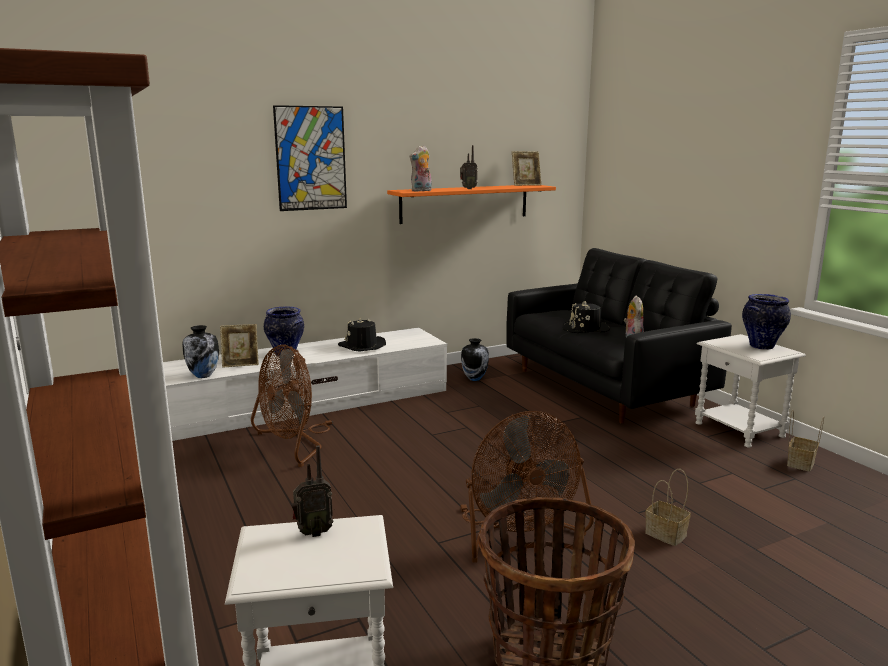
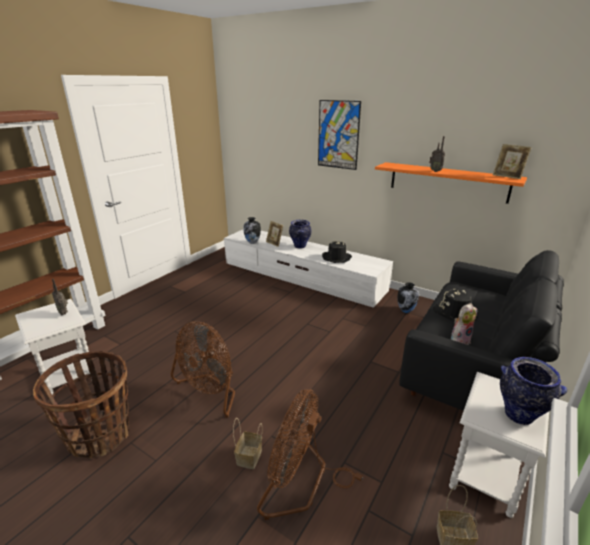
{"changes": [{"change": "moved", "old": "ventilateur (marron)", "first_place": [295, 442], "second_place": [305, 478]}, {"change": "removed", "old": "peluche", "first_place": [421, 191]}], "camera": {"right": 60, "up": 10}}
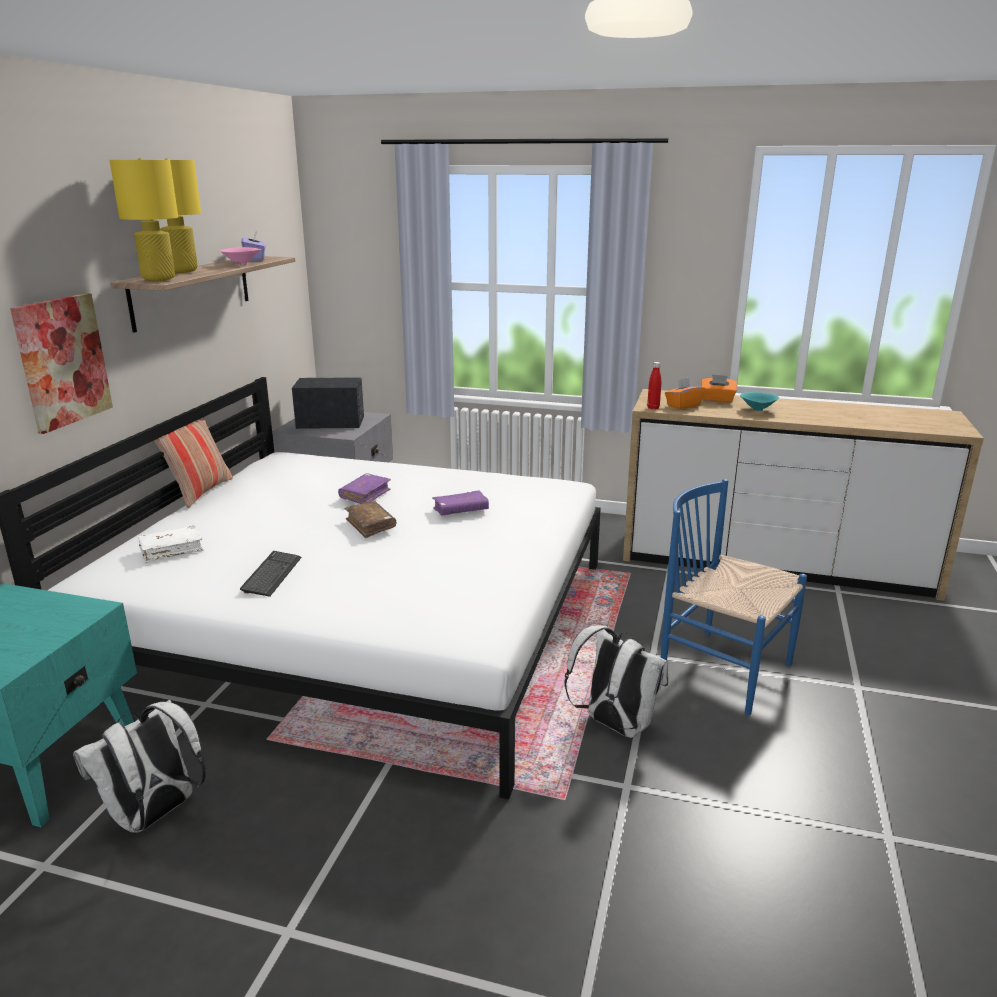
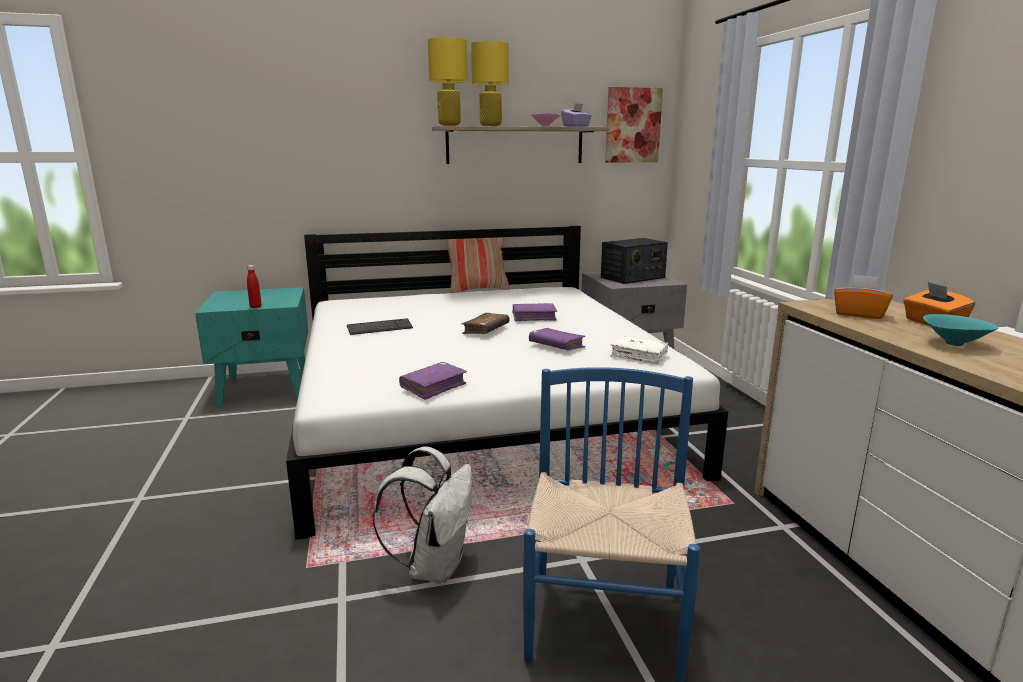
{"changes": [{"change": "moved", "old": "bouteille (rouge)", "first_place": [653, 408], "second_place": [255, 307]}, {"change": "added", "new": "livre (violet)", "second_place": [433, 387]}, {"change": "turned", "old": "radio", "first_place": [331, 422], "second_place": [632, 277], "degrees": 90}, {"change": "moved", "old": "tableau", "first_place": [62, 361], "second_place": [633, 125]}, {"change": "moved", "old": "livre (blanc)", "first_place": [171, 550], "second_place": [638, 356]}, {"change": "removed", "old": "sac à dos (blanc)", "first_place": [154, 815]}], "camera": {"right": 60, "up": -5}}
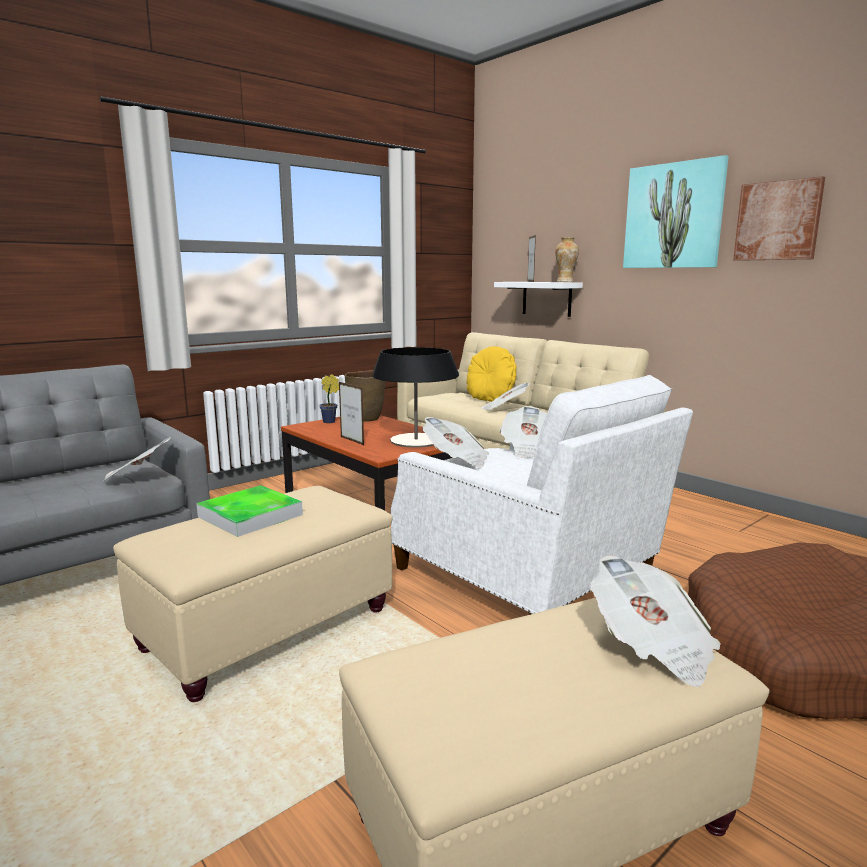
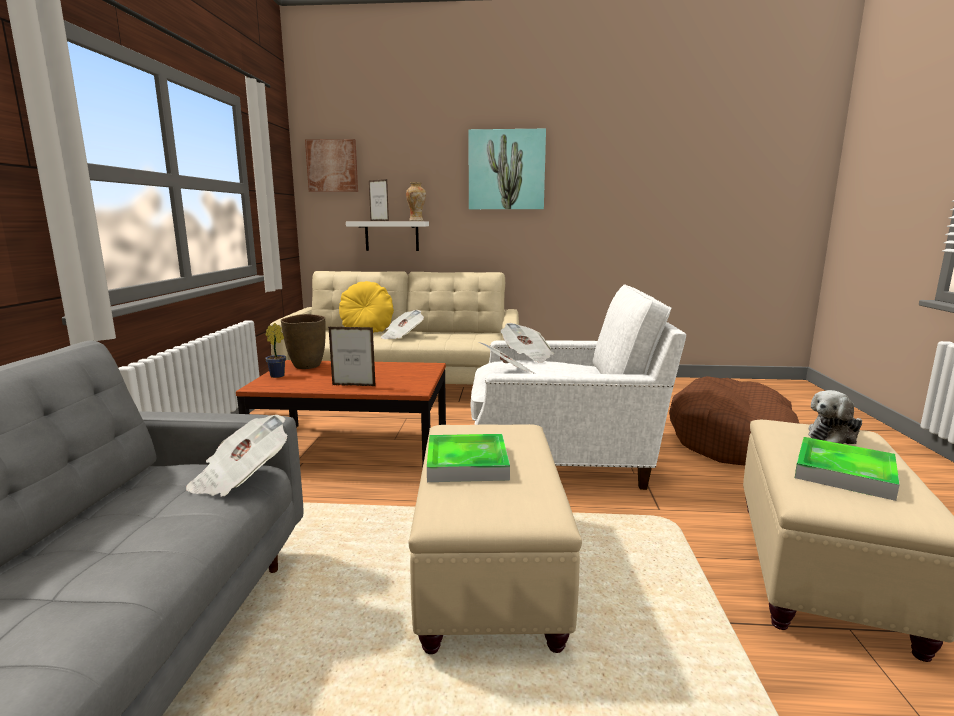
{"changes": [{"change": "moved", "old": "tableau", "first_place": [778, 221], "second_place": [332, 166]}, {"change": "added", "new": "plateau", "second_place": [844, 473]}, {"change": "replaced", "old": "journal", "new": "peluche", "first_place": [652, 647], "second_place": [834, 436]}, {"change": "removed", "old": "lampe de table", "first_place": [416, 440]}], "camera": {"right": -45, "up": 0}}
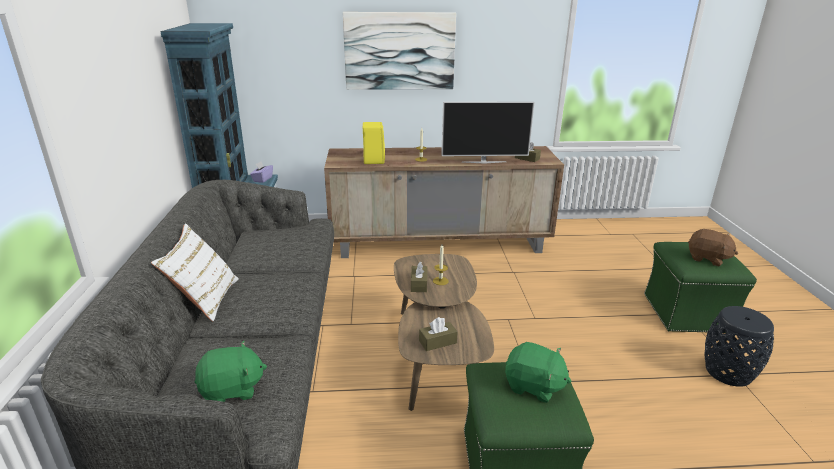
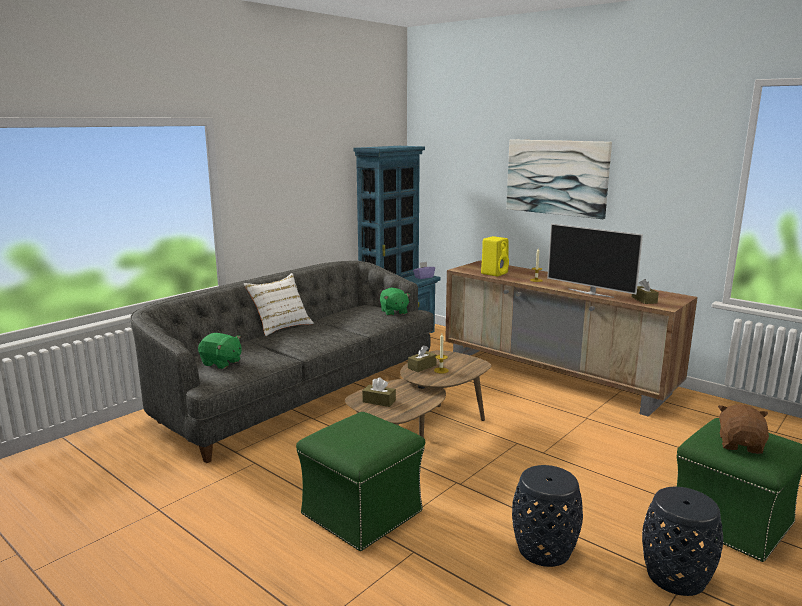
{"changes": [{"change": "moved", "old": "peluche (vert)", "first_place": [533, 386], "second_place": [393, 312]}, {"change": "added", "new": "tabouret (noir)", "second_place": [544, 550]}, {"change": "turned", "old": "peluche (marron)", "first_place": [707, 258], "second_place": [740, 445], "degrees": -150}], "camera": {"right": 45, "up": -10}}
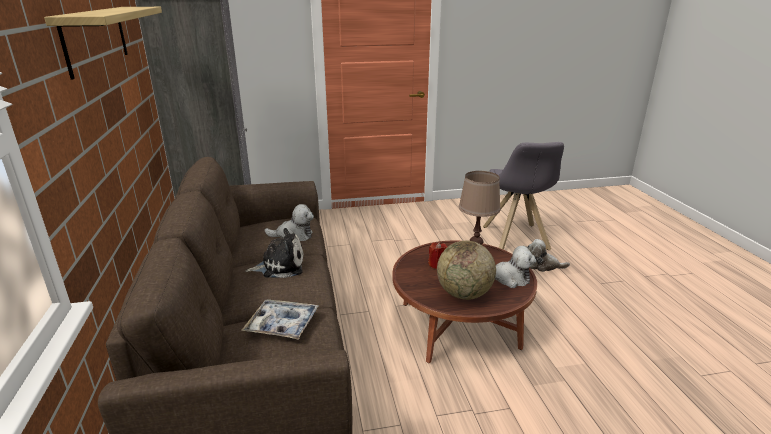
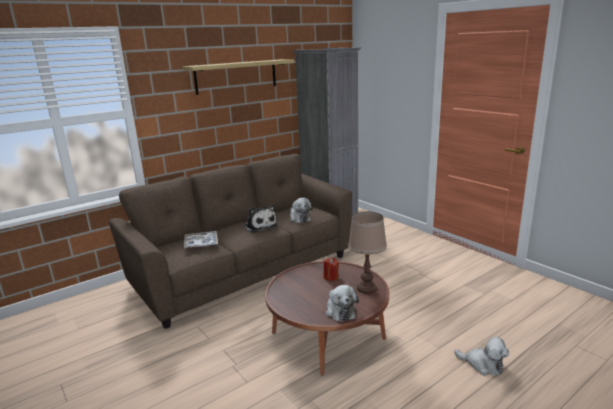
{"changes": [{"change": "turned", "old": "peluche", "first_place": [543, 266], "second_place": [483, 364], "degrees": 135}, {"change": "removed", "old": "globe", "first_place": [464, 294]}, {"change": "removed", "old": "chaise (gris)", "first_place": [516, 238]}], "camera": {"right": 65, "up": -5}}
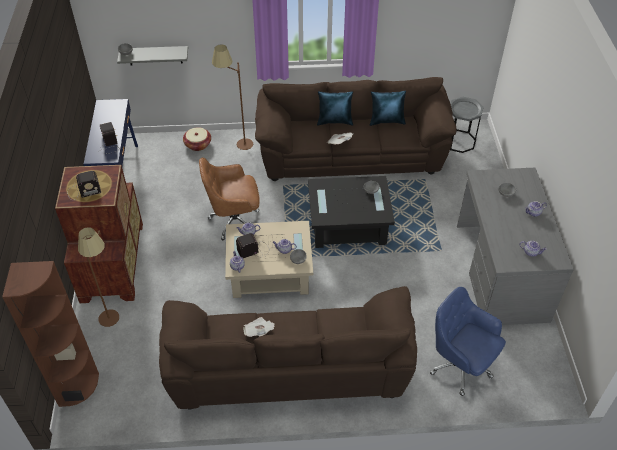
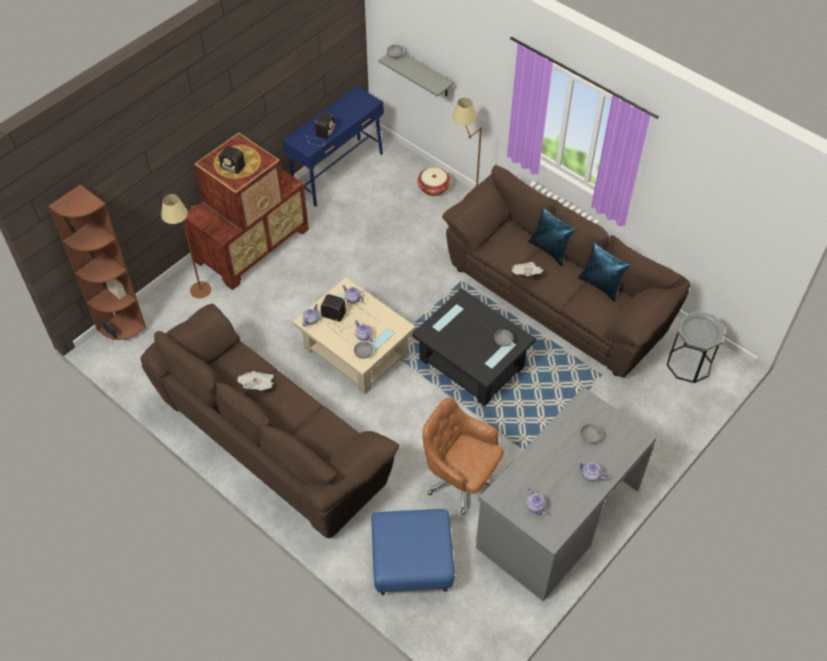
{"changes": [{"change": "replaced", "old": "chaise de bureau (bleu)", "new": "pouf (bleu)", "first_place": [461, 366], "second_place": [412, 563]}, {"change": "moved", "old": "chaise de bureau (marron)", "first_place": [234, 220], "second_place": [461, 481]}], "camera": {"right": 45, "up": 5}}
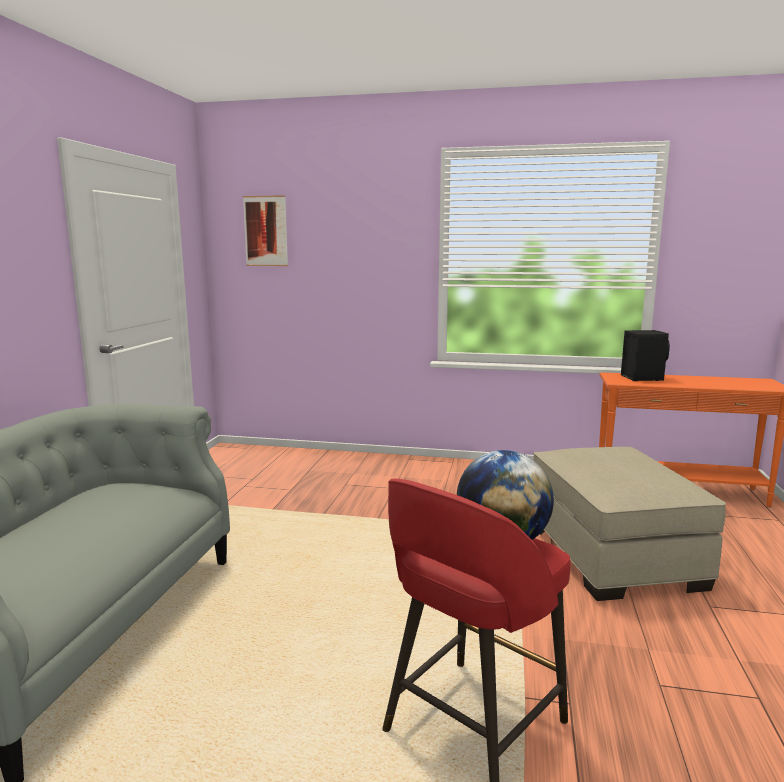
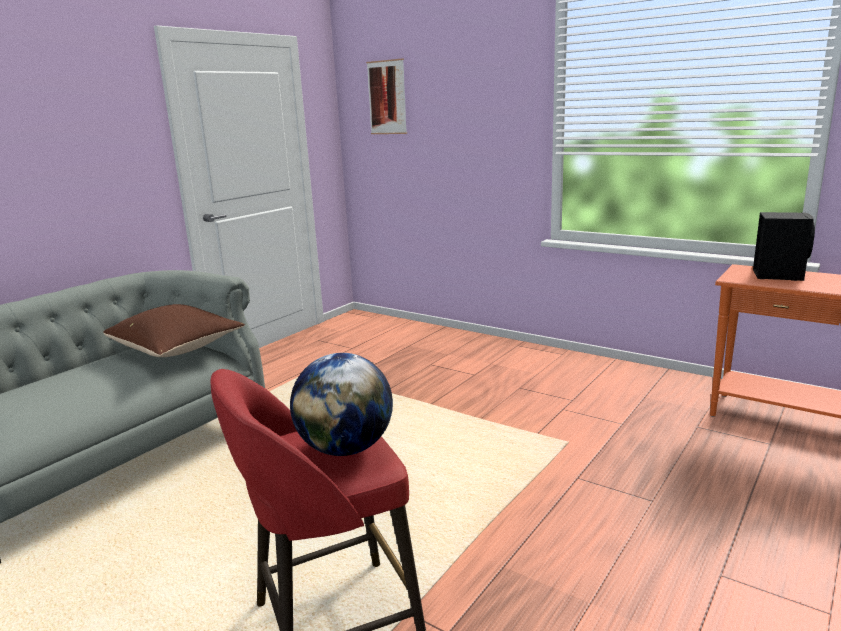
{"changes": [{"change": "added", "new": "coussin (marron)", "second_place": [178, 350]}, {"change": "removed", "old": "pouf (beige)", "first_place": [613, 555]}], "camera": {"right": 25, "up": 5}}
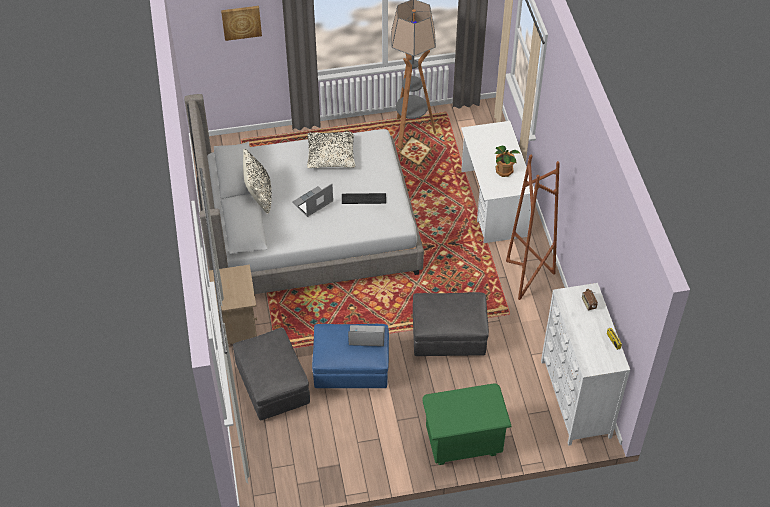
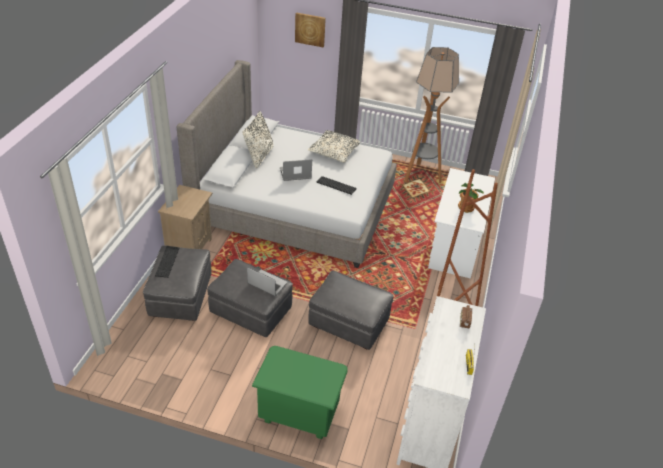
{"changes": [{"change": "added", "new": "clavier", "second_place": [166, 261]}, {"change": "recoloured", "old": "pouf (bleu)", "new": "pouf (gris)", "first_place": [351, 369], "second_place": [251, 312]}], "camera": {"right": 25, "up": -10}}
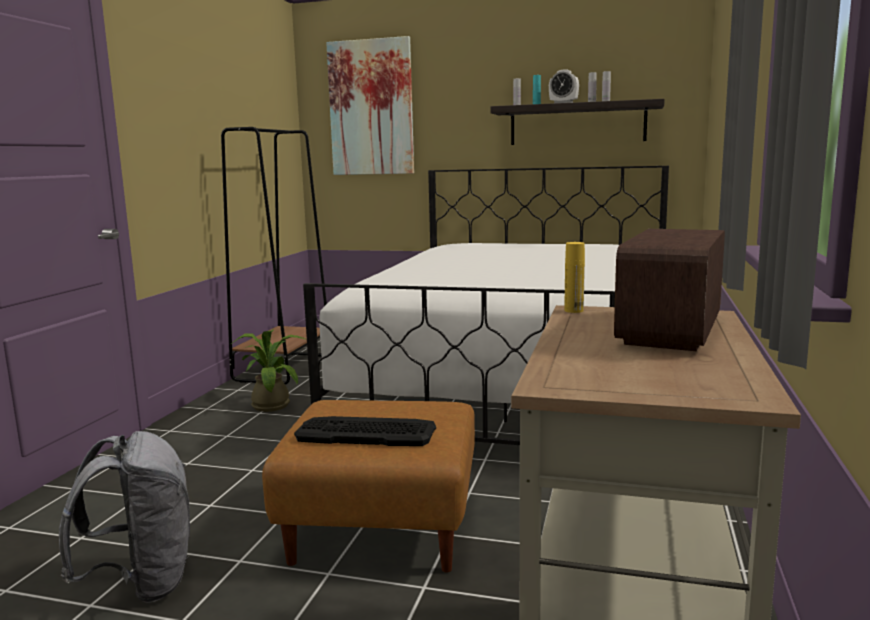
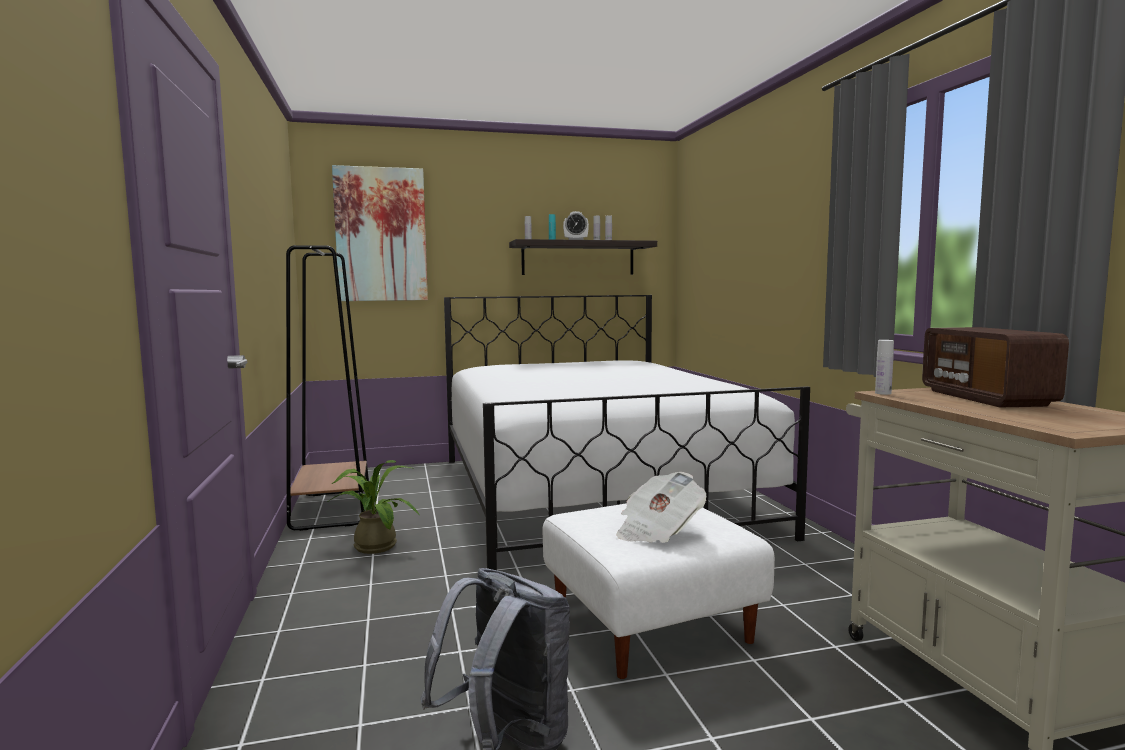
{"changes": [{"change": "recoloured", "old": "pouf (marron)", "new": "pouf (blanc)", "first_place": [380, 527], "second_place": [649, 625]}, {"change": "replaced", "old": "clavier", "new": "journal", "first_place": [366, 432], "second_place": [658, 531]}, {"change": "recoloured", "old": "bouteille (jaune)", "new": "bouteille (blanc)", "first_place": [574, 310], "second_place": [883, 393]}], "camera": {"right": -30, "up": -5}}
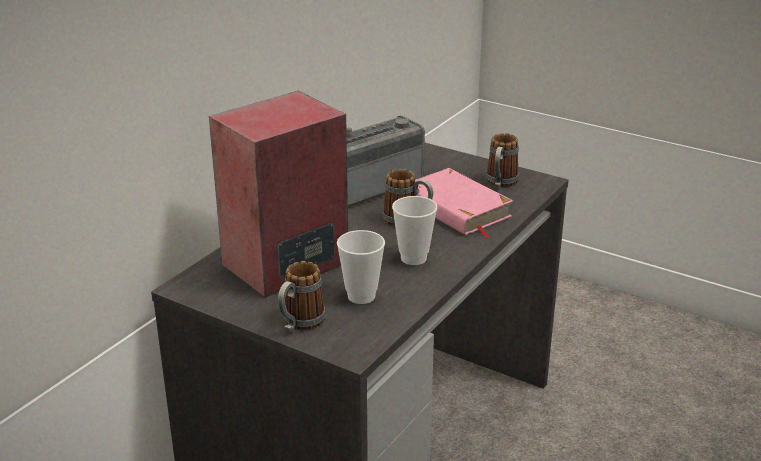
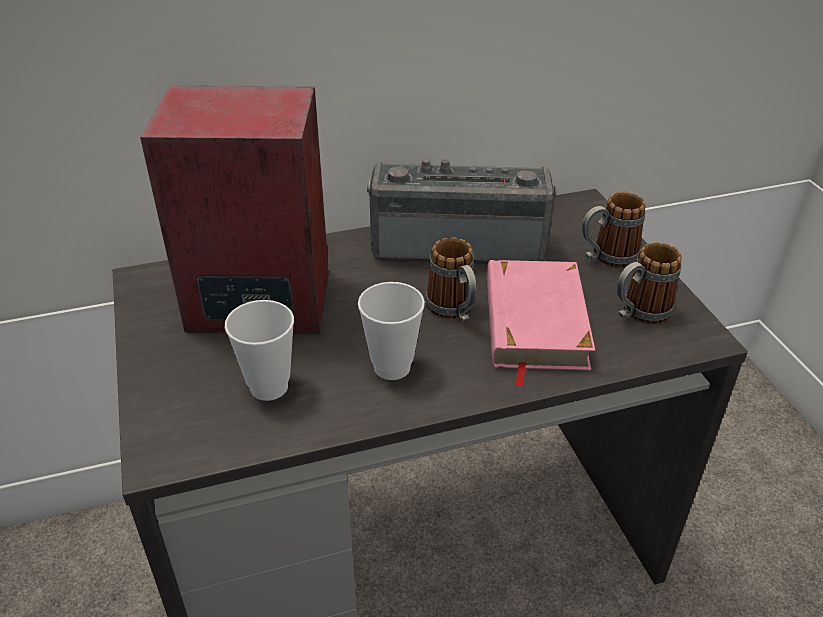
{"changes": [{"change": "moved", "old": "mug", "first_place": [299, 324], "second_place": [606, 258]}], "camera": {"right": 40, "up": 10}}
